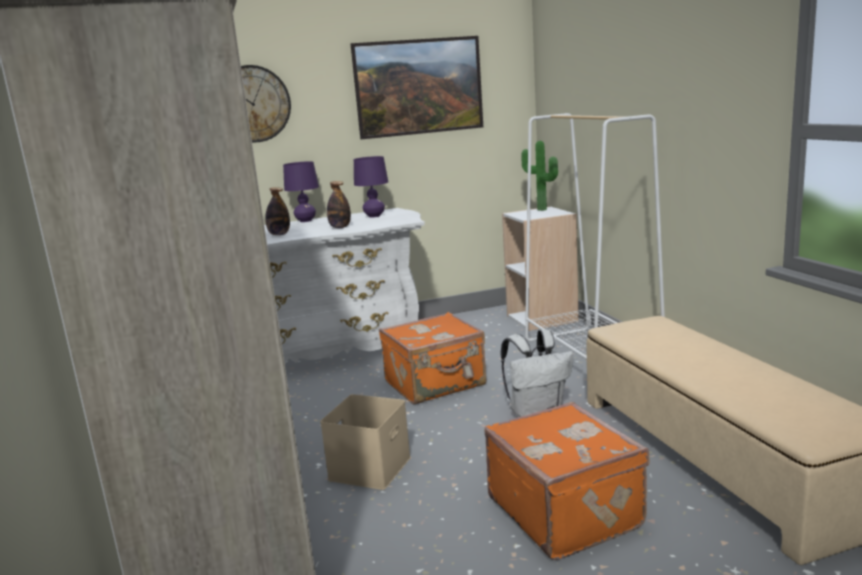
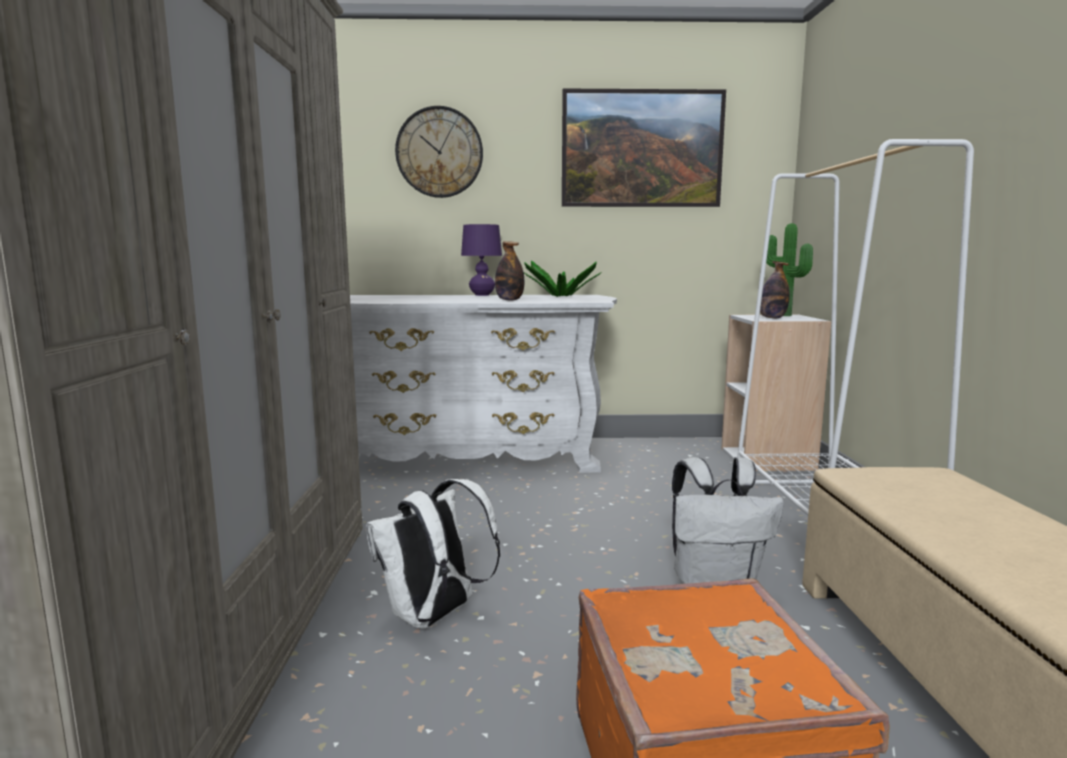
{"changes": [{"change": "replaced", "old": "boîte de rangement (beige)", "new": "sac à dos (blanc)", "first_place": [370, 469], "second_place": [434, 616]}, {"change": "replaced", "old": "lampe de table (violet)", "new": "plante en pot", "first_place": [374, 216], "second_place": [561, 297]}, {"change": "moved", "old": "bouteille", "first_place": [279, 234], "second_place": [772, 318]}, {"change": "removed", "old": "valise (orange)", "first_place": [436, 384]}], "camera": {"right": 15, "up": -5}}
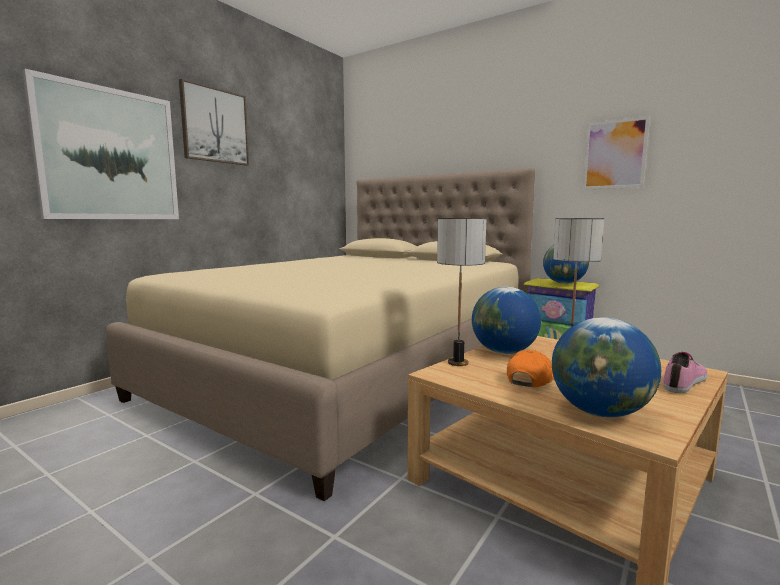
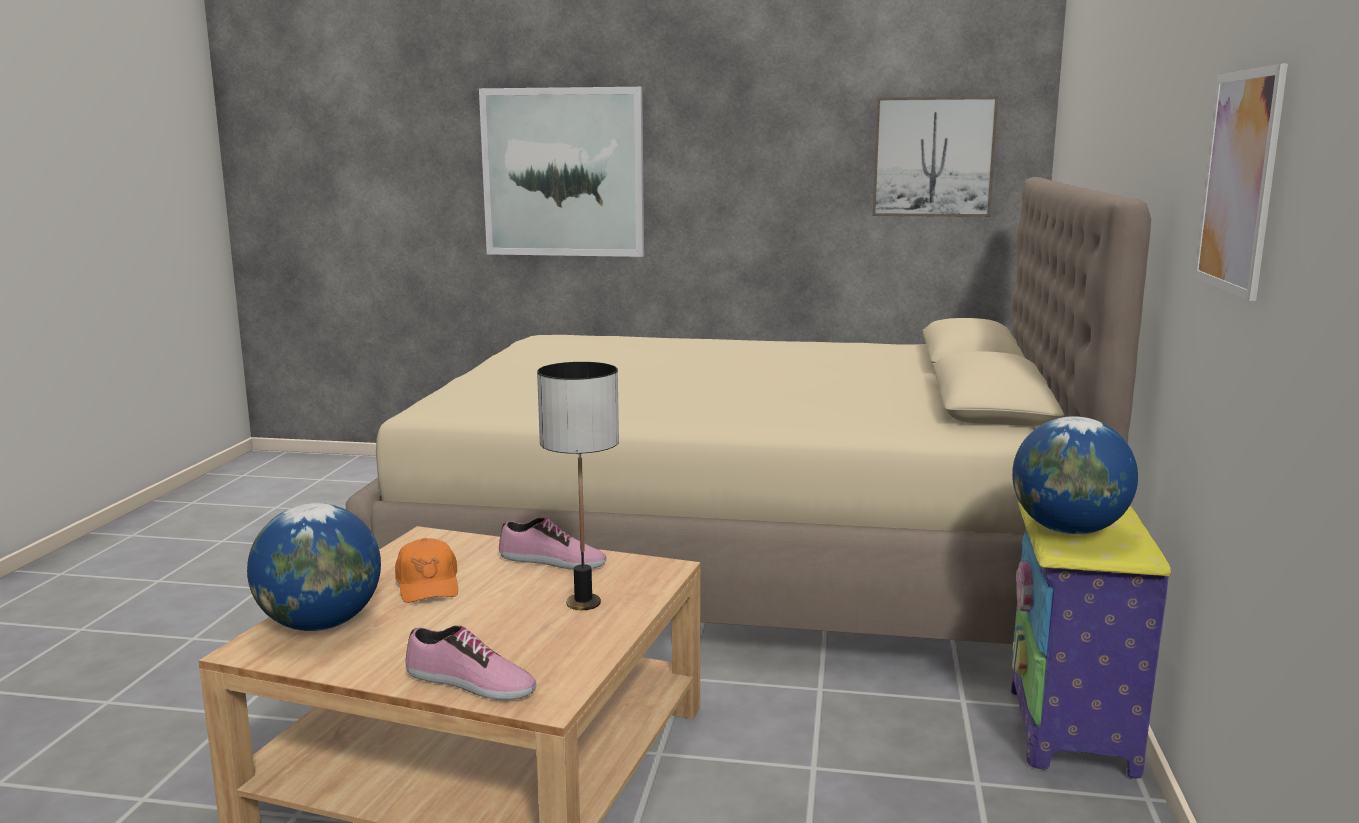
{"changes": [{"change": "turned", "old": "casquette (orange)", "first_place": [531, 379], "second_place": [428, 585], "degrees": 60}, {"change": "replaced", "old": "globe", "new": "chaussure", "first_place": [504, 352], "second_place": [552, 561]}, {"change": "moved", "old": "tableau", "first_place": [215, 125], "second_place": [933, 157]}, {"change": "removed", "old": "lampe de table", "first_place": [457, 363]}], "camera": {"right": 65, "up": 5}}
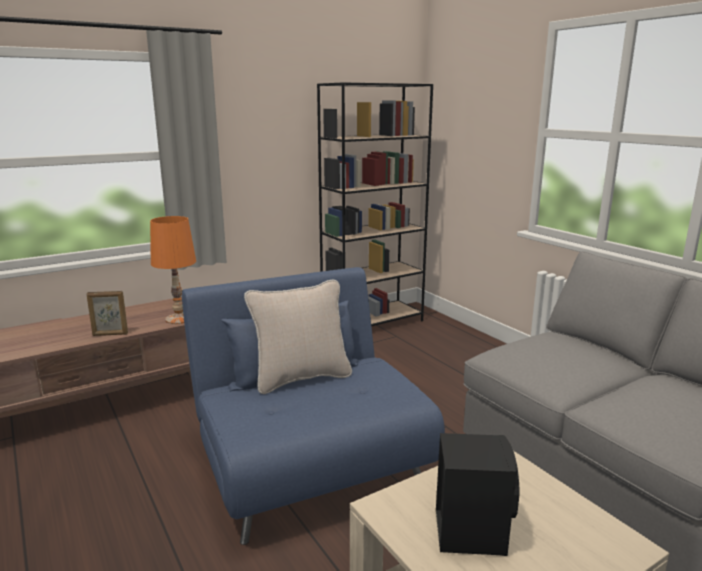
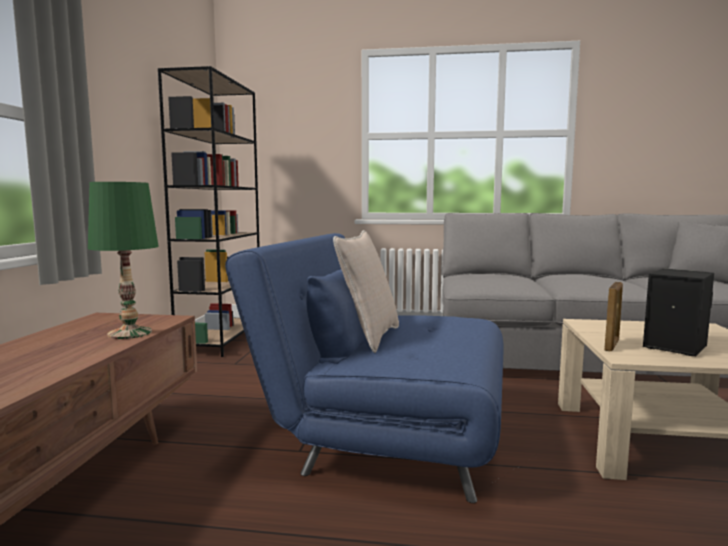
{"changes": [{"change": "recoloured", "old": "lampe de table (orange)", "new": "lampe de table (vert)", "first_place": [179, 319], "second_place": [130, 333]}, {"change": "moved", "old": "cadre photo", "first_place": [110, 334], "second_place": [611, 345]}], "camera": {"right": -50, "up": -10}}
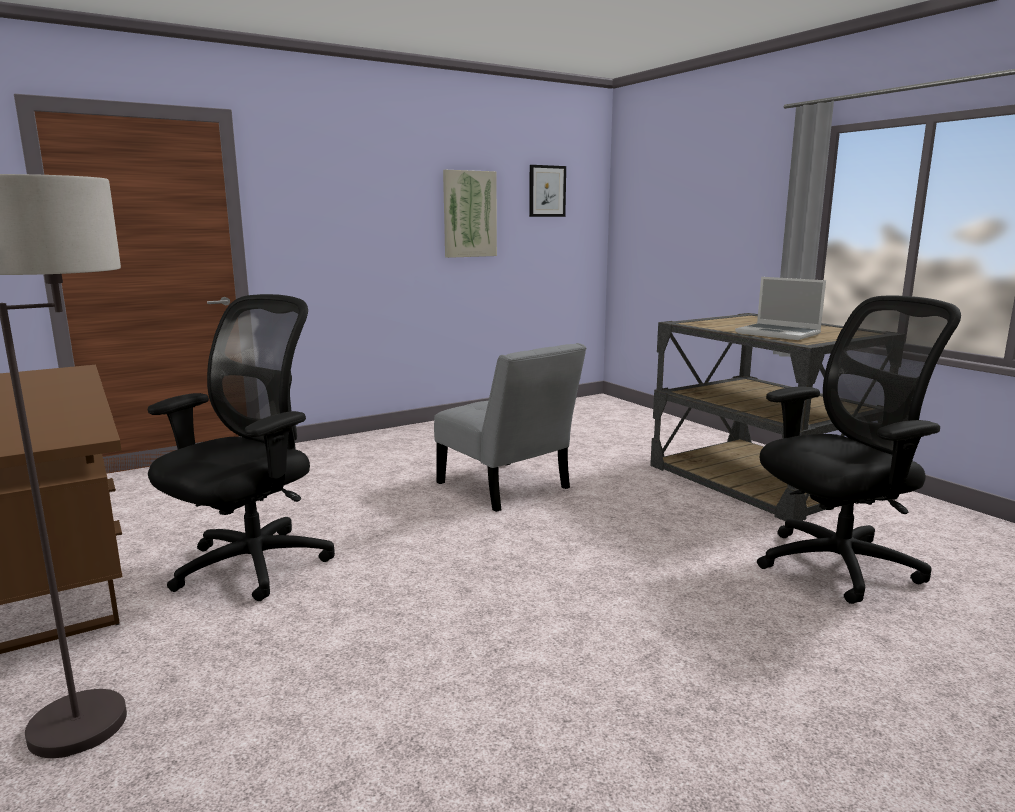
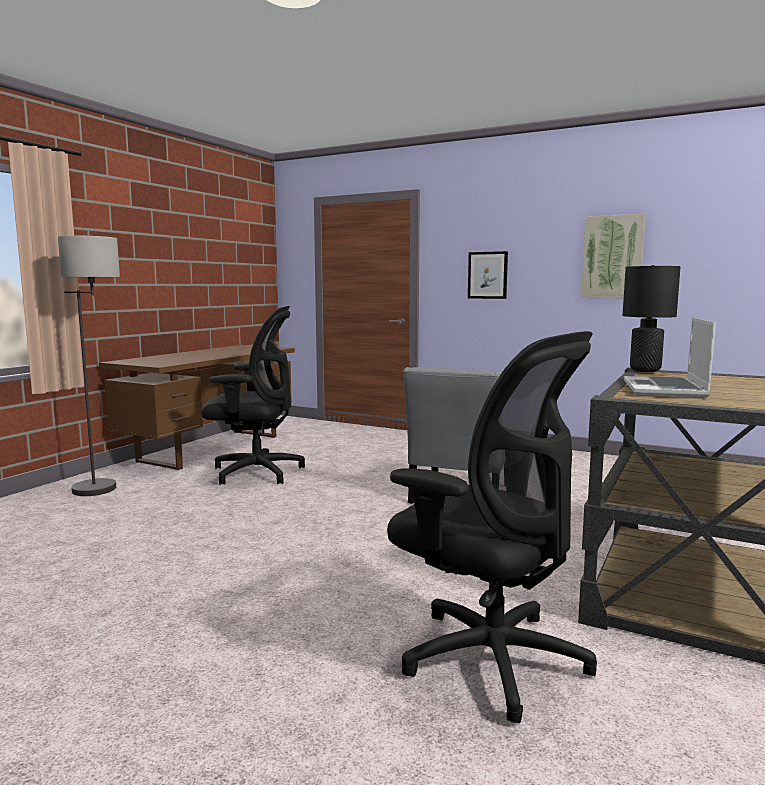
{"changes": [{"change": "moved", "old": "tableau", "first_place": [547, 191], "second_place": [487, 275]}, {"change": "added", "new": "lampe de table (noir)", "second_place": [645, 371]}], "camera": {"right": 60, "up": -5}}
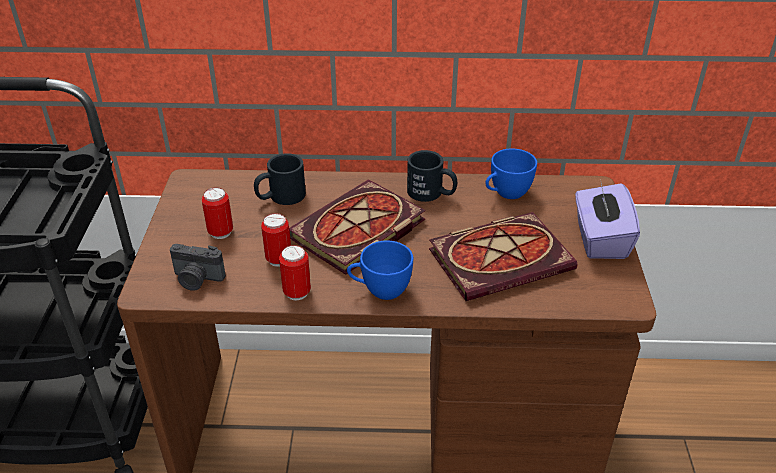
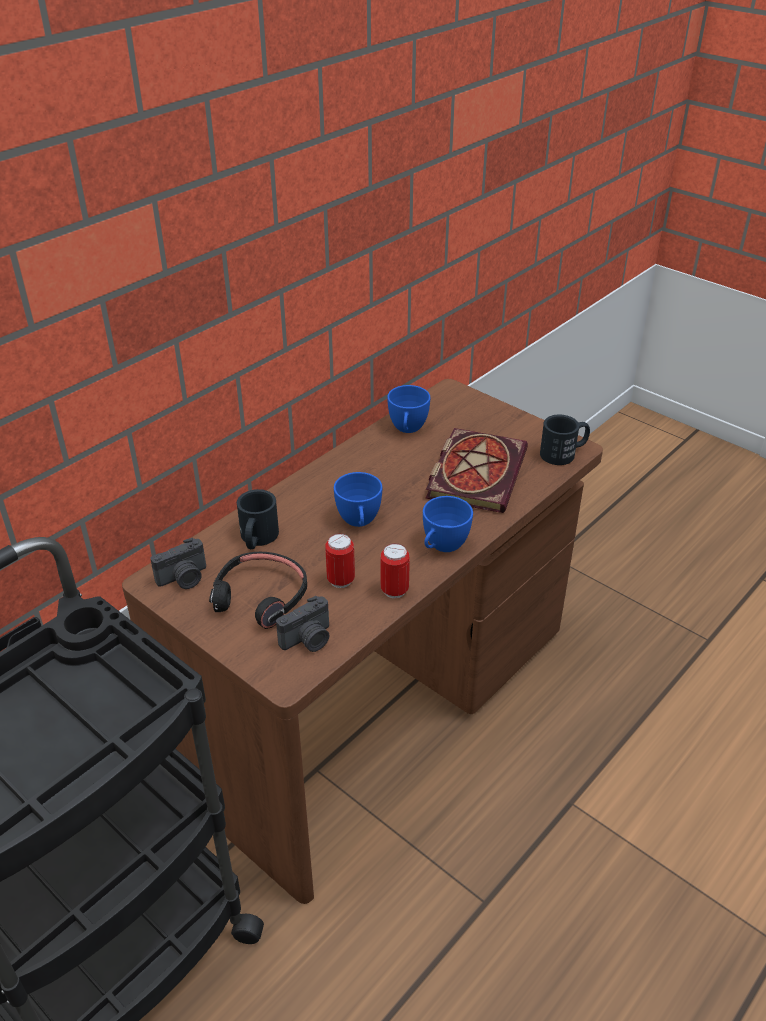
{"changes": [{"change": "added", "new": "appareil photo", "second_place": [184, 579]}, {"change": "replaced", "old": "boîte métallique", "new": "casque audio (noir)", "first_place": [220, 232], "second_place": [260, 596]}, {"change": "replaced", "old": "livre", "new": "tasse (bleu)", "first_place": [357, 232], "second_place": [359, 522]}, {"change": "moved", "old": "mug (noir)", "first_place": [431, 193], "second_place": [564, 453]}, {"change": "removed", "old": "boîte à mouchoirs (violet)", "first_place": [600, 239]}], "camera": {"right": -50, "up": 0}}
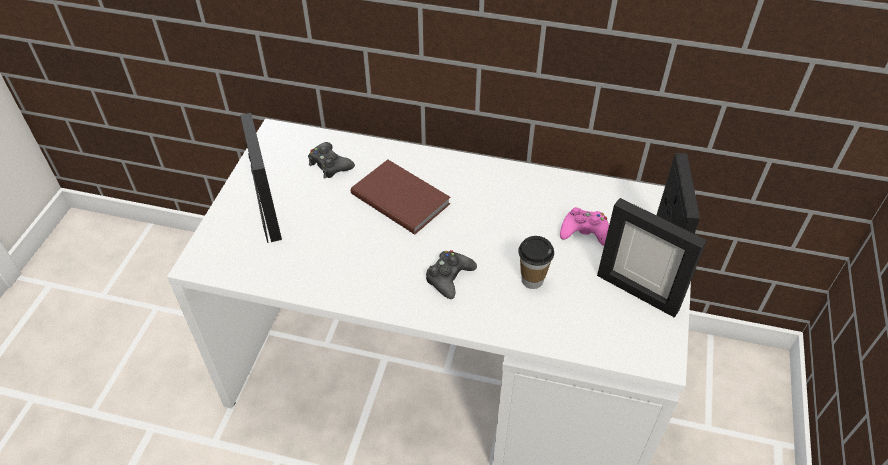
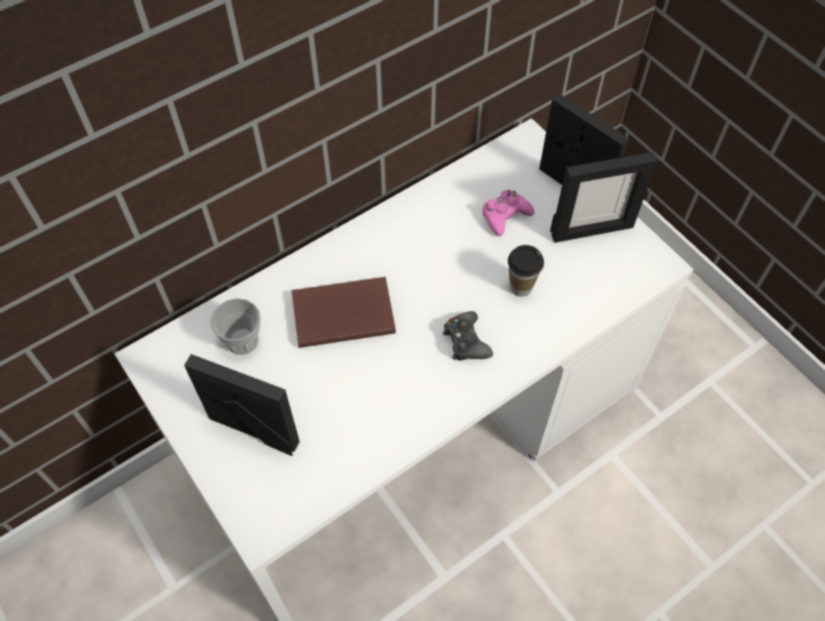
{"changes": [{"change": "replaced", "old": "manette (noir)", "new": "tasse", "first_place": [330, 165], "second_place": [242, 340]}], "camera": {"right": -50, "up": 10}}
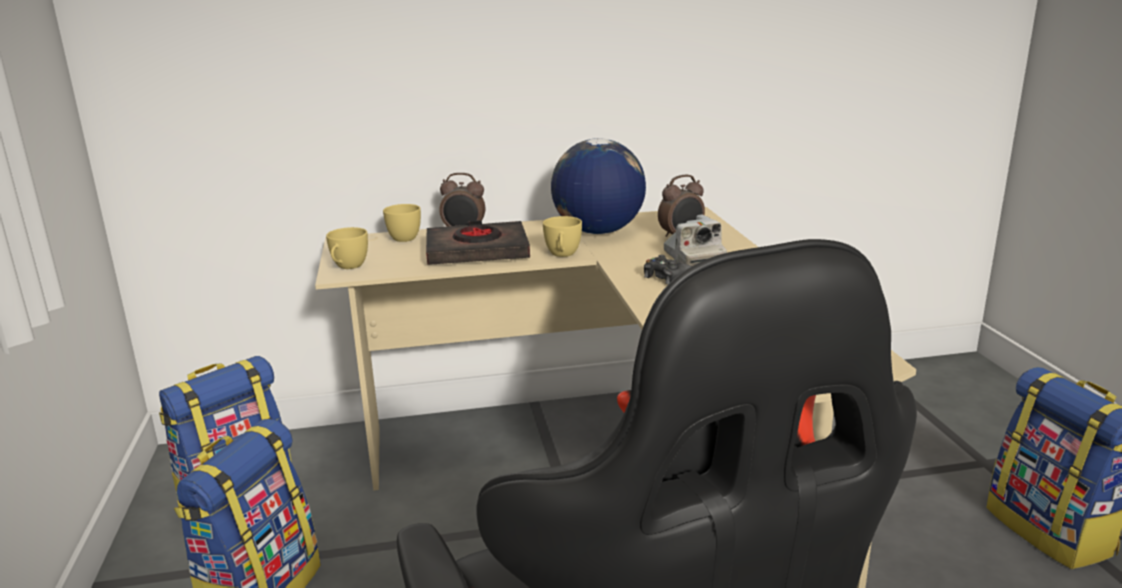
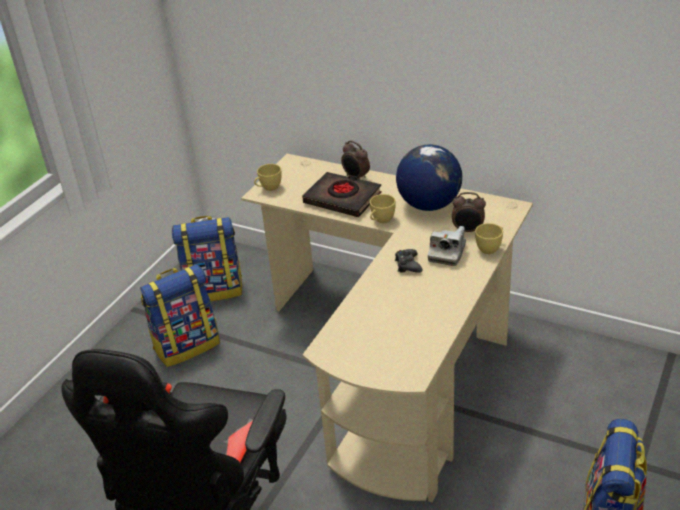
{"changes": [{"change": "moved", "old": "tasse (jaune)", "first_place": [406, 237], "second_place": [490, 248]}], "camera": {"right": 40, "up": 15}}
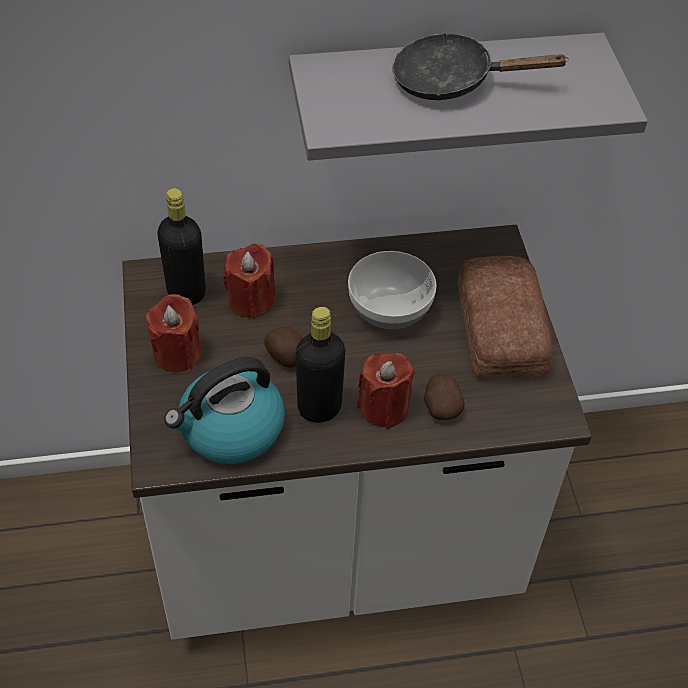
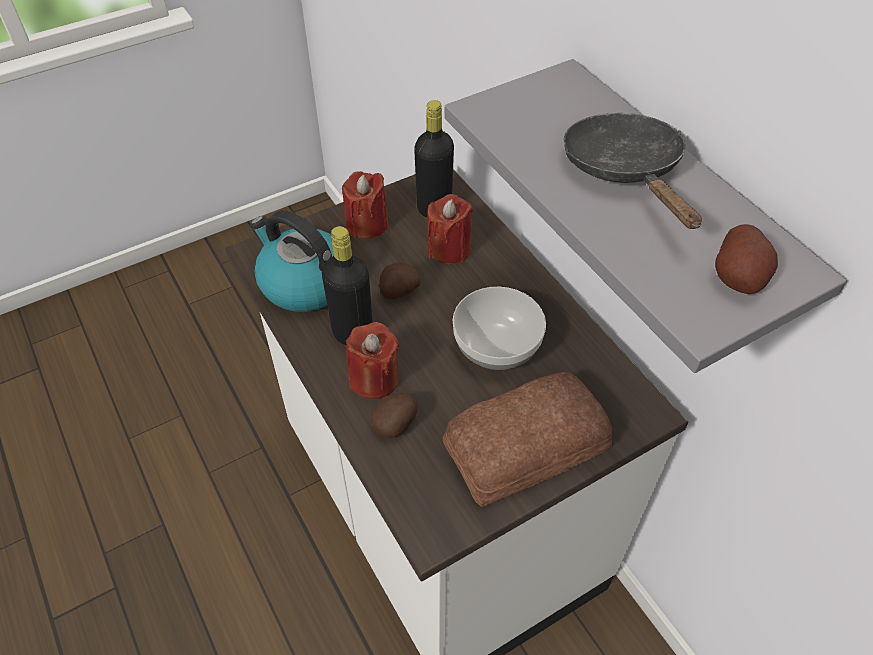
{"changes": [{"change": "added", "new": "pomme de terre", "second_place": [739, 277]}], "camera": {"right": 70, "up": 0}}
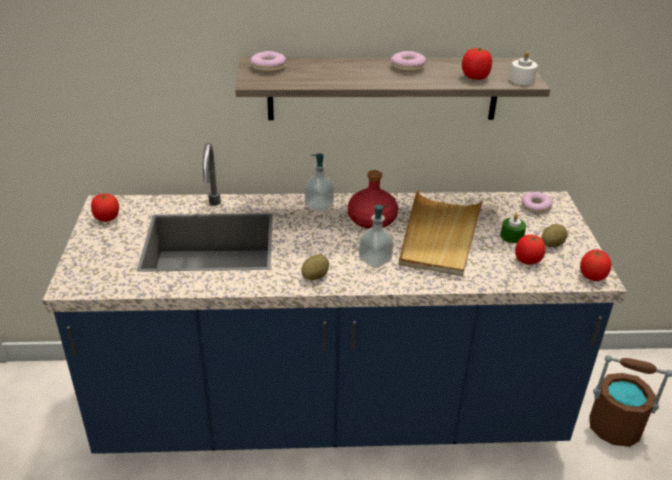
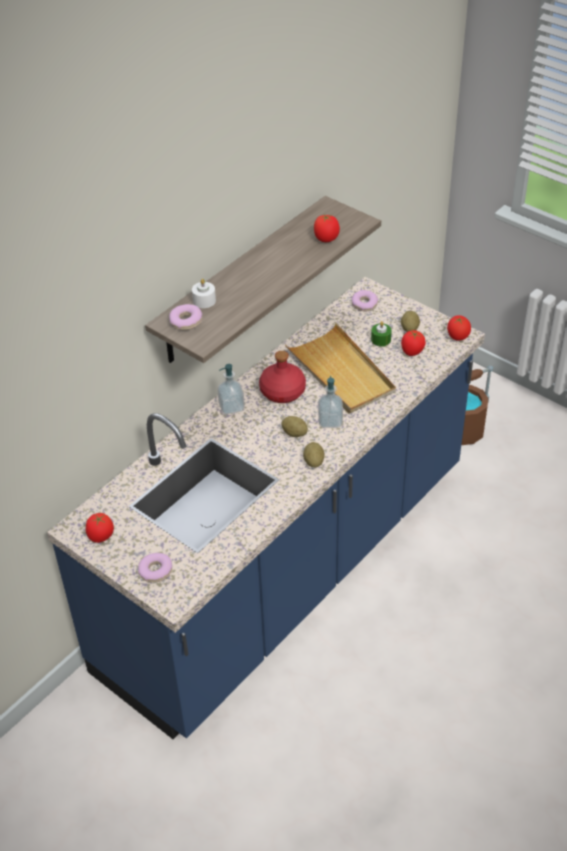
{"changes": [{"change": "moved", "old": "beignet", "first_place": [407, 67], "second_place": [155, 571]}, {"change": "moved", "old": "bougie (blanc)", "first_place": [522, 79], "second_place": [204, 301]}, {"change": "added", "new": "pomme de terre", "second_place": [294, 433]}], "camera": {"right": -45, "up": 10}}
